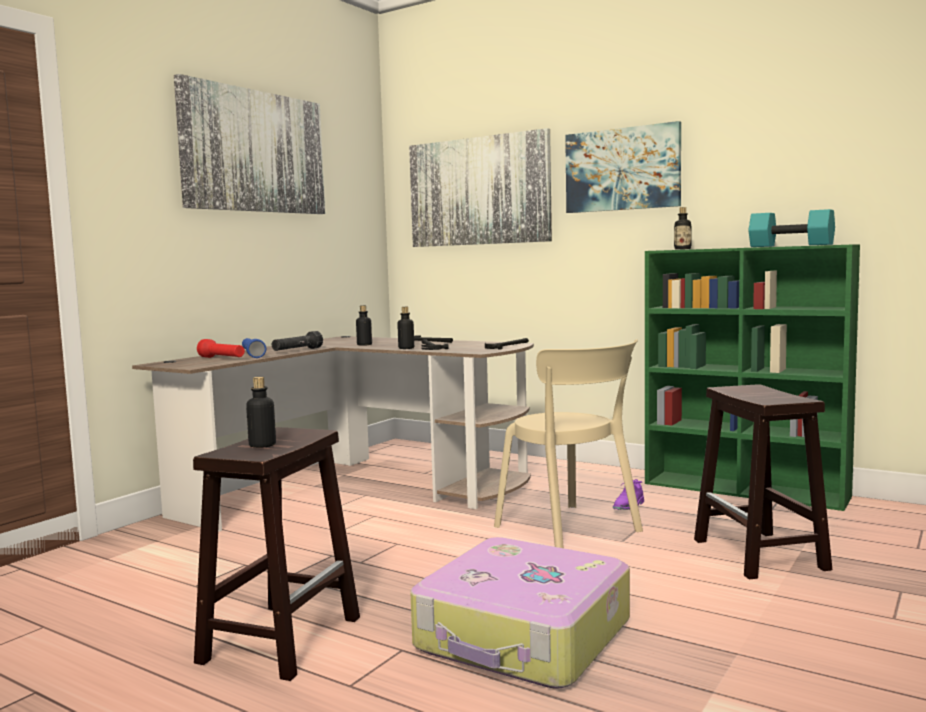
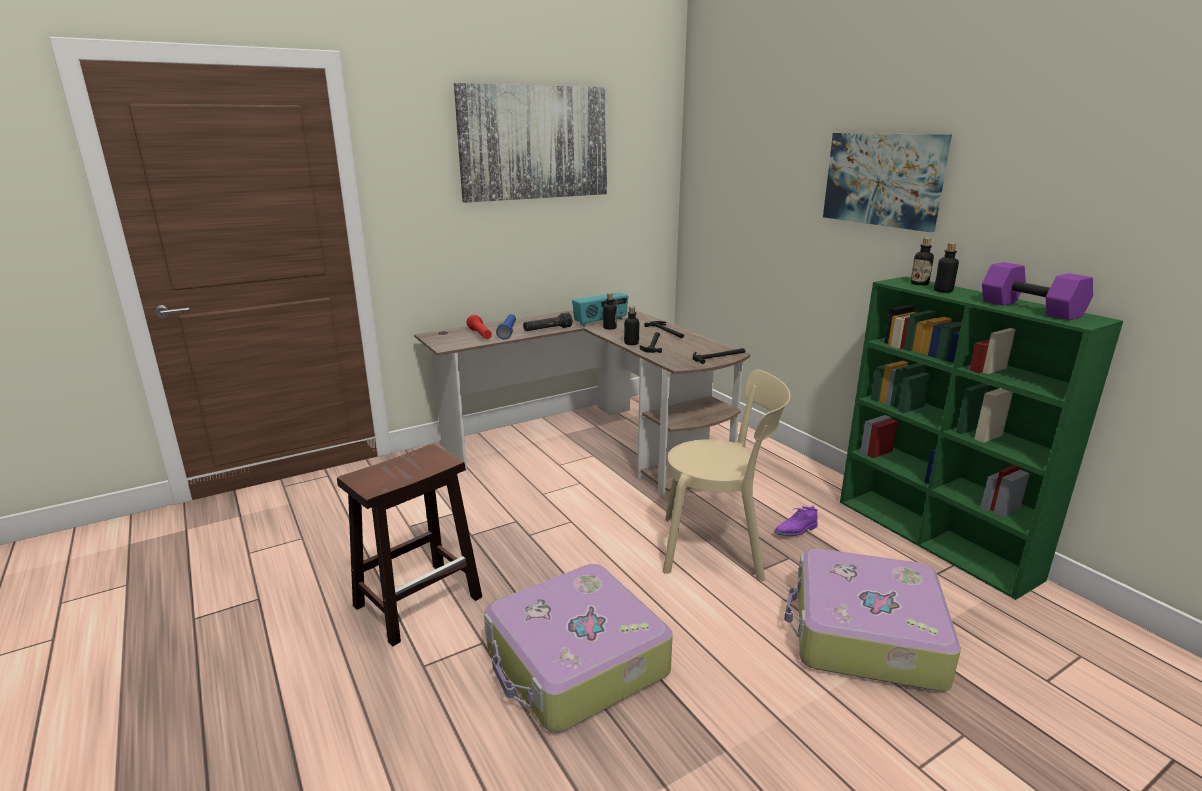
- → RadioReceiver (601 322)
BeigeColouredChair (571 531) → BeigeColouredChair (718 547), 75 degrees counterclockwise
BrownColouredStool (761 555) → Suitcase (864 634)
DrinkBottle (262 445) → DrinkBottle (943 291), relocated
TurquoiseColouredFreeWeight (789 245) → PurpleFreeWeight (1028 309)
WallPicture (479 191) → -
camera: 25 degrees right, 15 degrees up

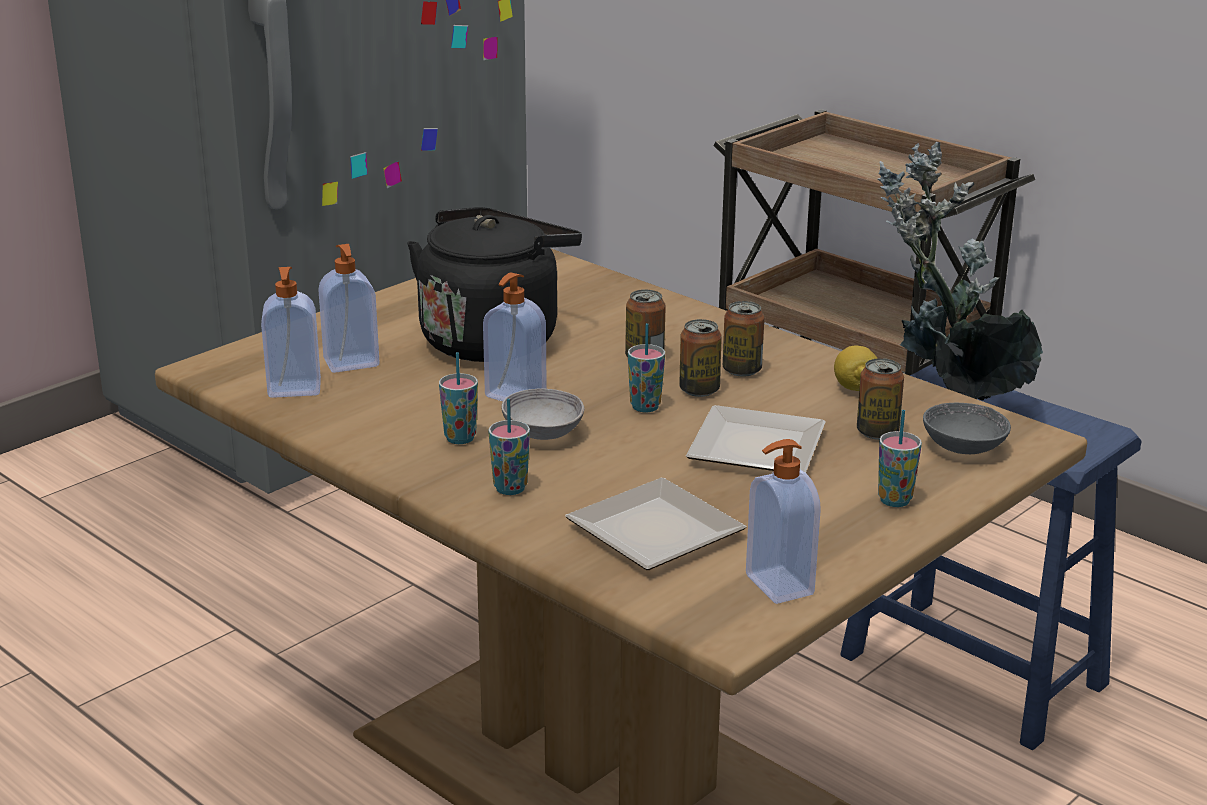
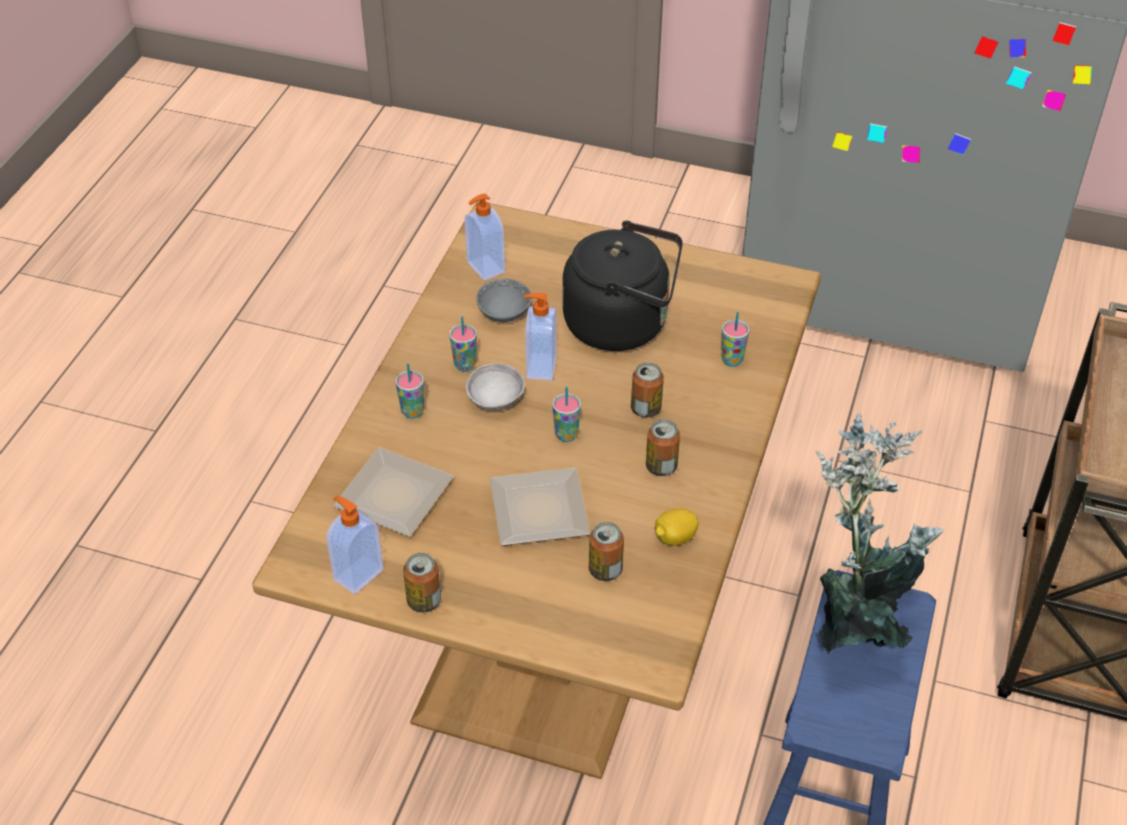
MetalCan (699 390) → MetalCan (424 601), relocated
GrayDeepDish (963 447) → GrayDeepDish (504 312), relocated
DrinkingCup (894 500) → DrinkingCup (732 360), relocated
LiquidSoapBottle (352 364) → -
camera: 65 degrees right, 20 degrees up

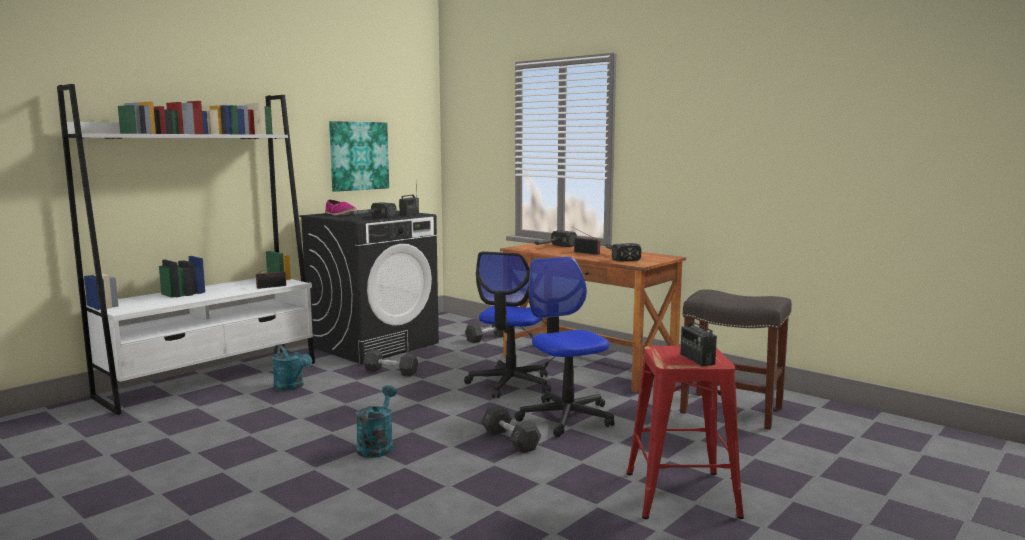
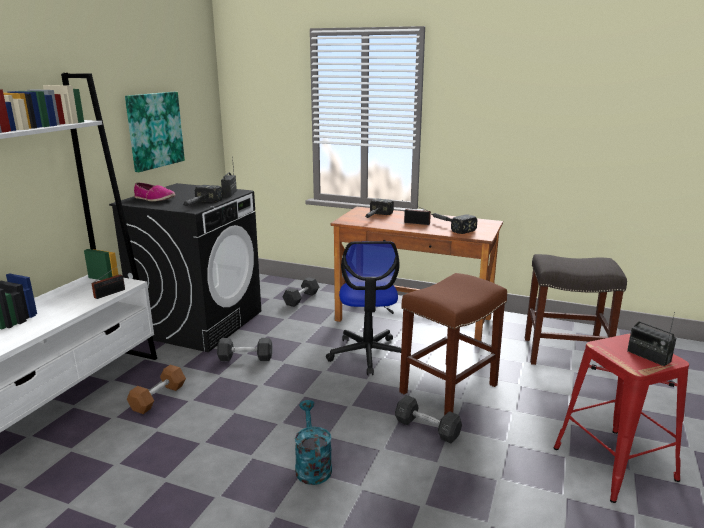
TurquoiseColouredSprinklingCan (292 387) → BrownColouredFreeWeight (158 398)
ComputerChair (566 417) → BrownColouredStool (449 388)
camera: 20 degrees left, 10 degrees up

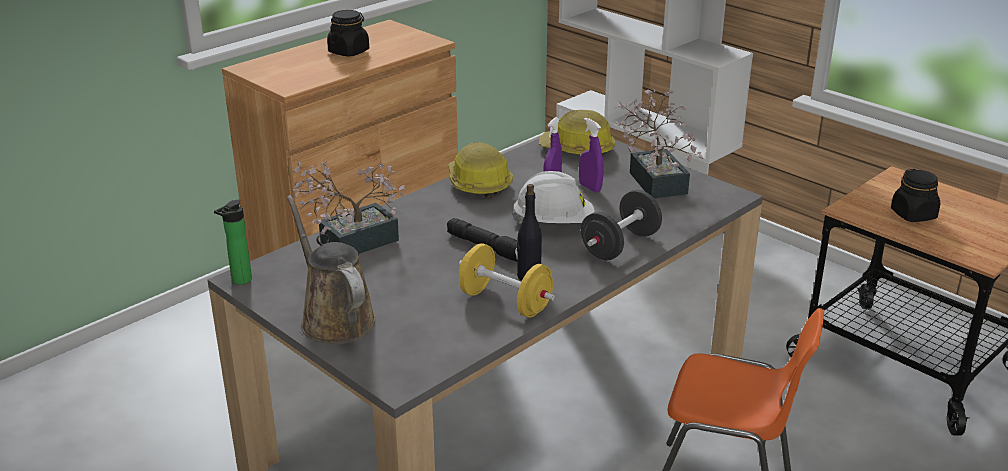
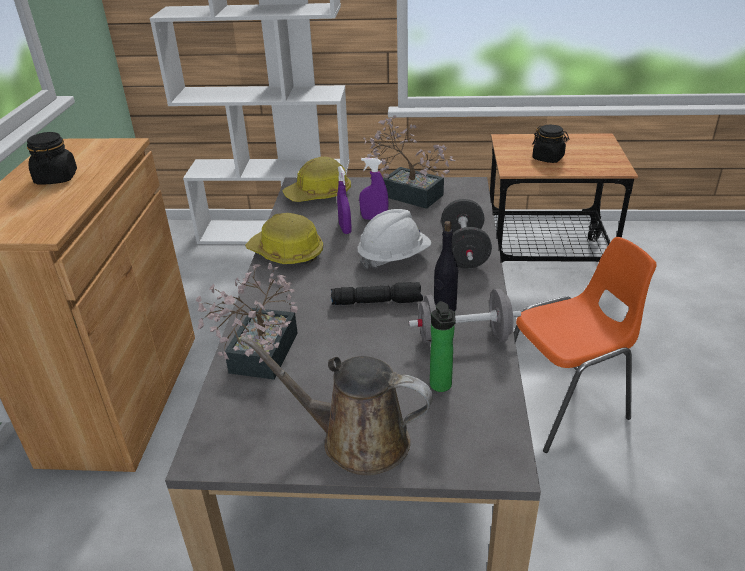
YellowColouredFreeWeight (505 302) → GrayFreeWeight (463 339)
DrinkBottle (239 281) → DrinkBottle (441 387), relocated
camera: 40 degrees left, 5 degrees up

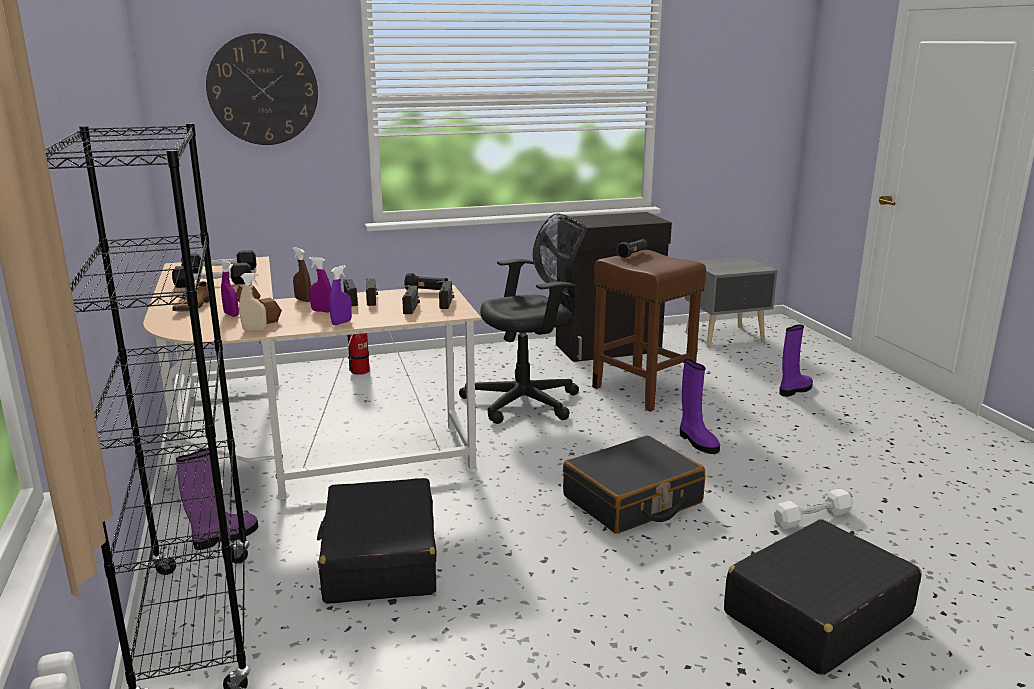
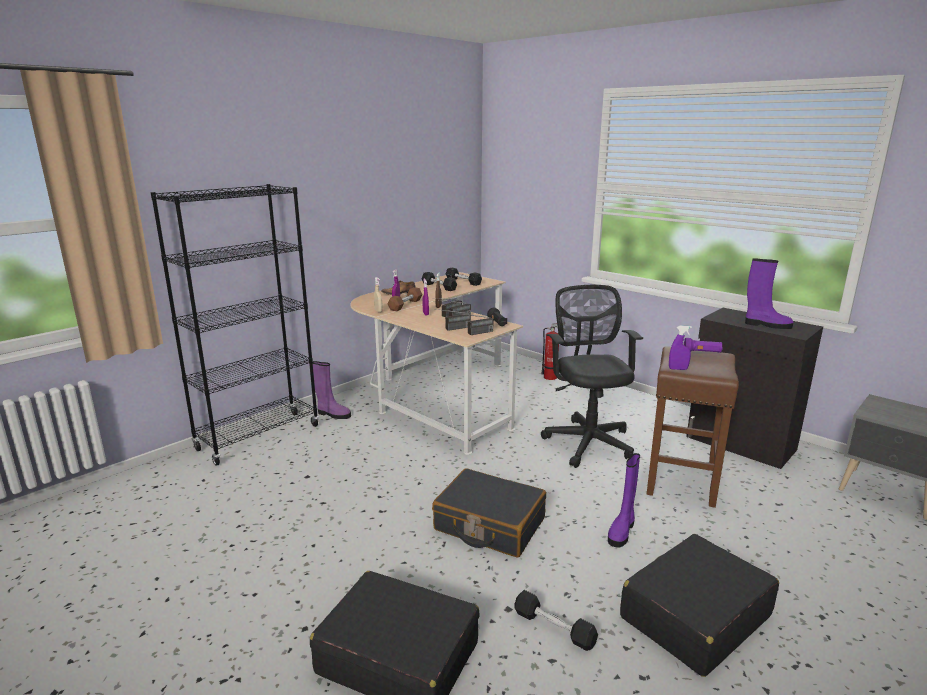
WhitishFreeWeight (812 518) → BlackColouredFreeWeight (554 628)
BlackColouredComputerChair (528 402) → BlackColouredComputerChair (588 441), 135 degrees counterclockwise
BlackColouredSuitcase (380 559) → BlackColouredSuitcase (694 616), relocated
PurpleSprayBottle (341 322) → PurpleSprayBottle (678 369), relocated
BlackColouredTorch (632 254) → PurpleTorch (702 353)
PurpleBoot (794 390) → PurpleBoot (766 325), relocated
ClockOnTheWall (263 90) → -
camera: 60 degrees right, 0 degrees up

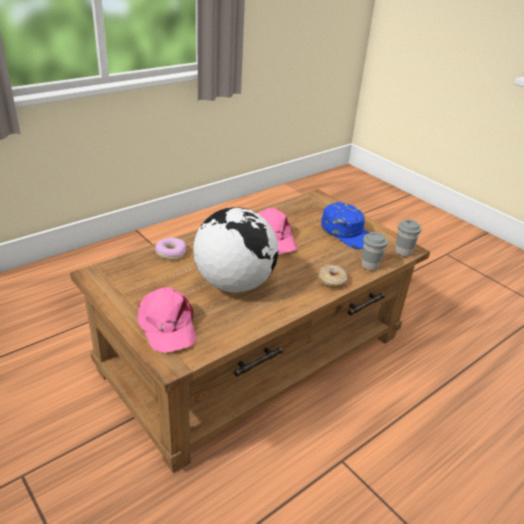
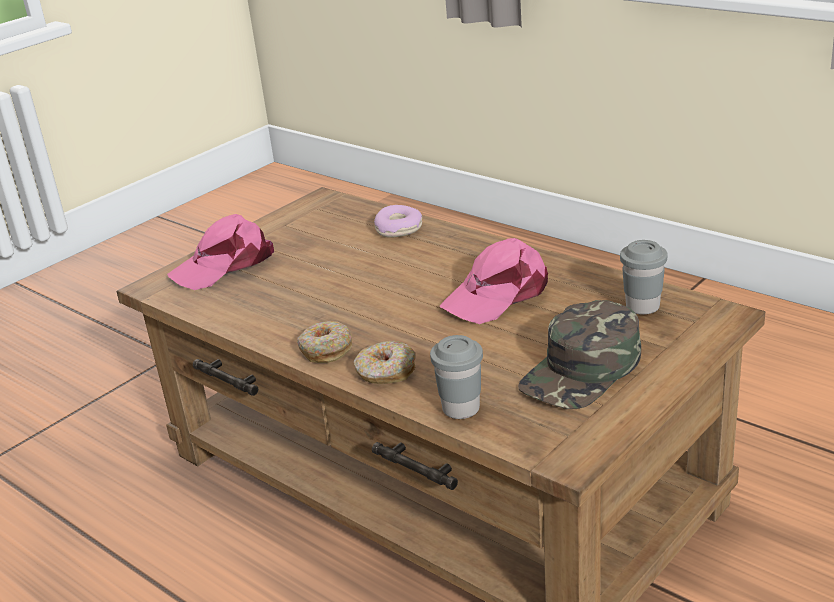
- → Donut (326 350)
BlueColouredPeakedCap (348 232) → GreenColouredPeakedCap (583 370)
GrayDrinkingCup (403 252) → GrayDrinkingCup (642 307), relocated
Globe (234 284) → -
camera: 85 degrees right, 5 degrees down

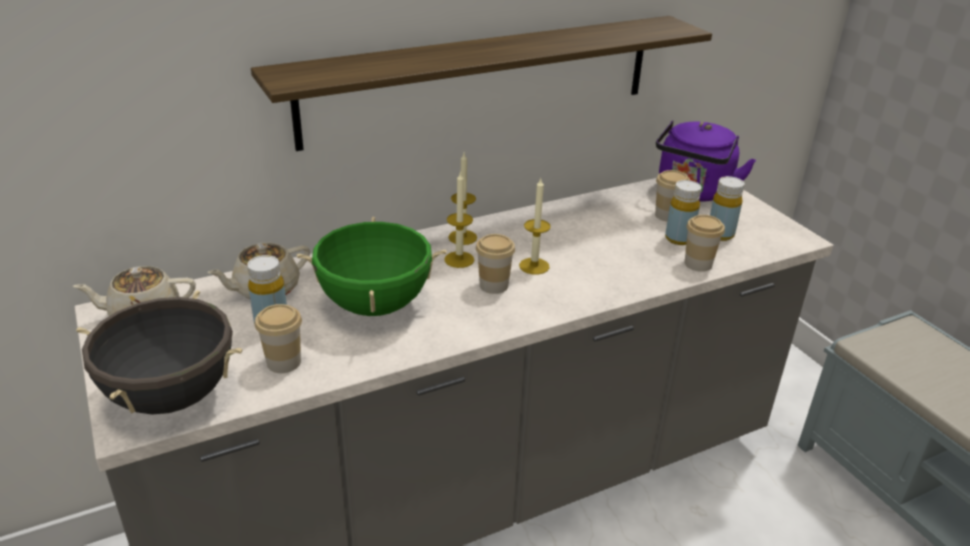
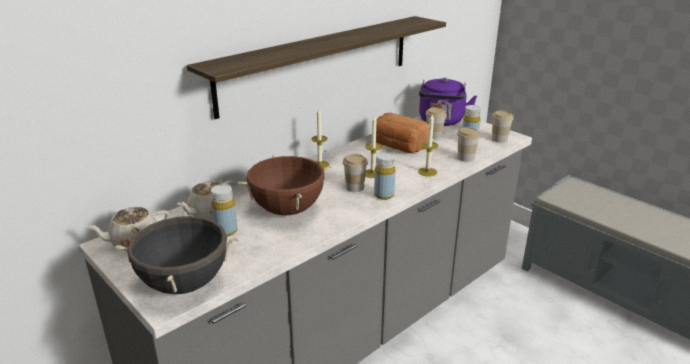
GreenColouredStockpot (375 305) → BrownColouredStockpot (288 210)
YellowColouredDrinkBottle (678 239) → YellowColouredDrinkBottle (384 195), relocated
- → BakeryBread (398 146)
WaxCandle (459 259) → WaxCandle (427 172), relocated
DrinkingCup (284 362) → DrinkingCup (499 139), relocated
camera: 15 degrees left, 5 degrees down

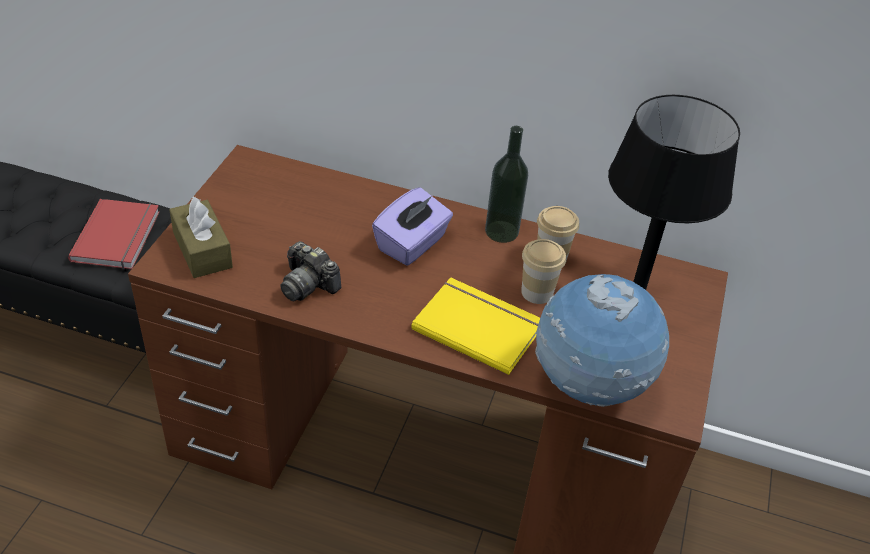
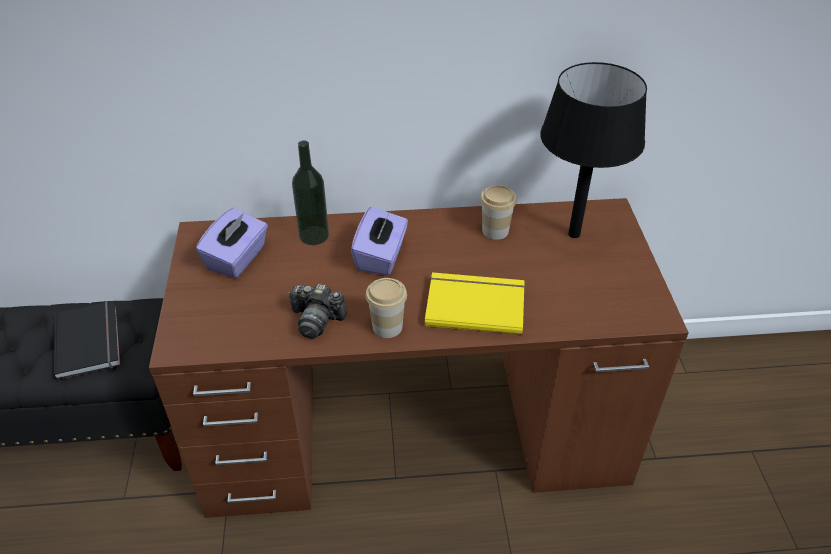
RedVolume (119 236) → BlackColouredVolume (91 341)
- → PurpleTissueBox (237 259)
DrinkBottle (501 231) → DrinkBottle (314 235), relocated
DrinkingCup (537 292) → DrinkingCup (387 327), relocated
BrownColouredTissueBox (202 250) → -
Globe (589 386) → -
camera: 20 degrees left, 0 degrees up

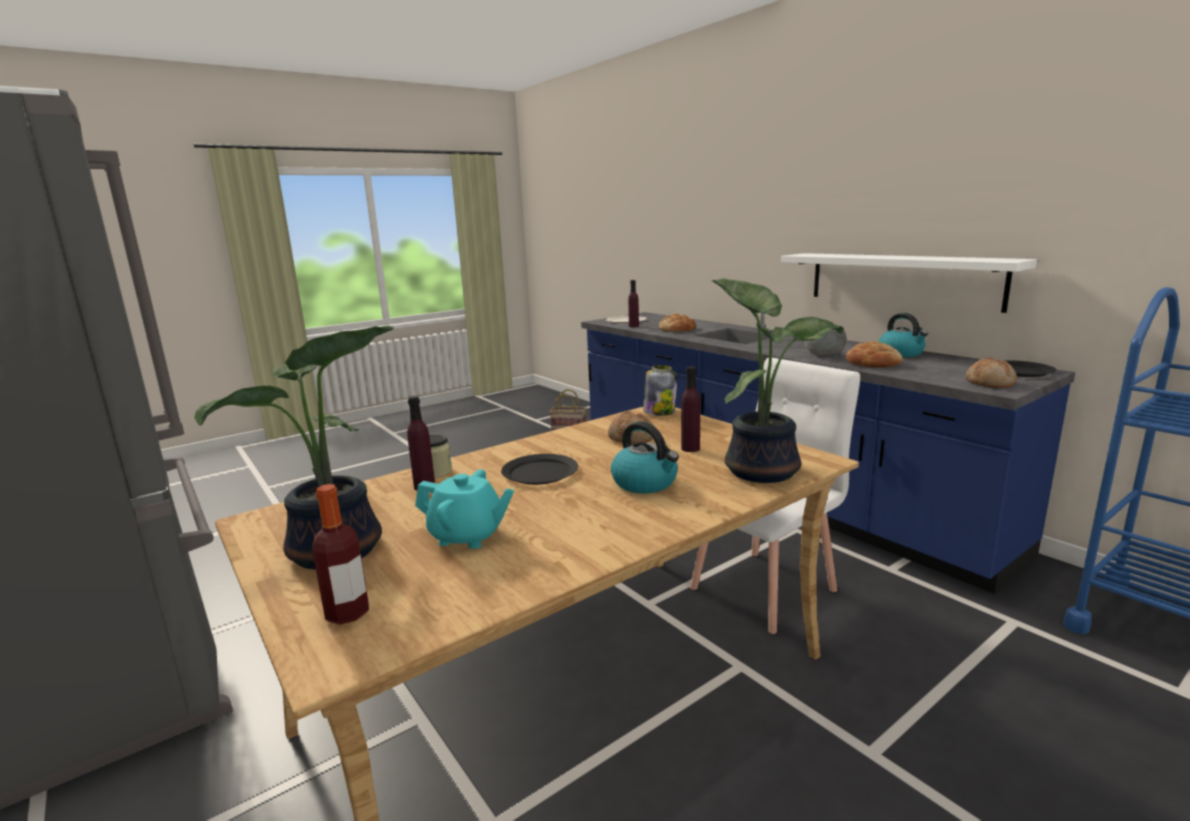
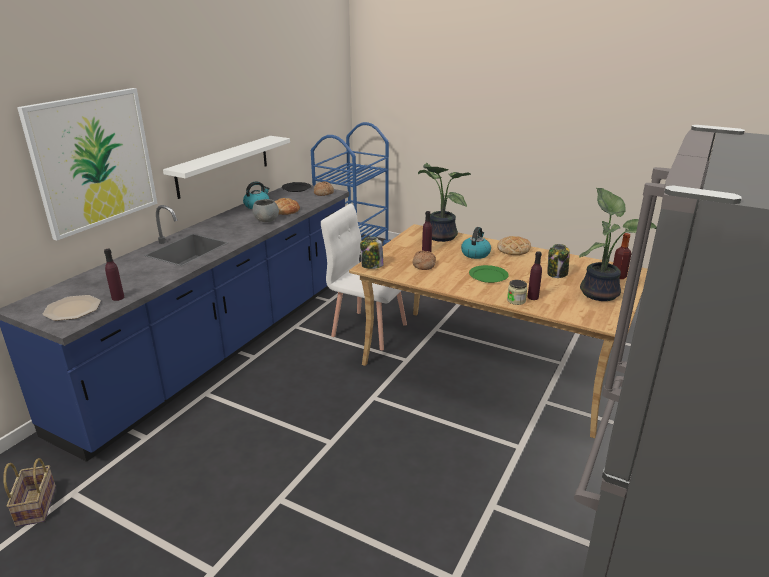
- → WallPicture (94 161)
BlackColouredDinnerPlate (540 473) → GreenColouredDinnerPlate (488 276)
BakeryBread (677 329) → BakeryBread (513 249), relocated
TurquoiseColouredPotForTea (467 536) → Jar (557 274)
camera: 115 degrees left, 10 degrees up

